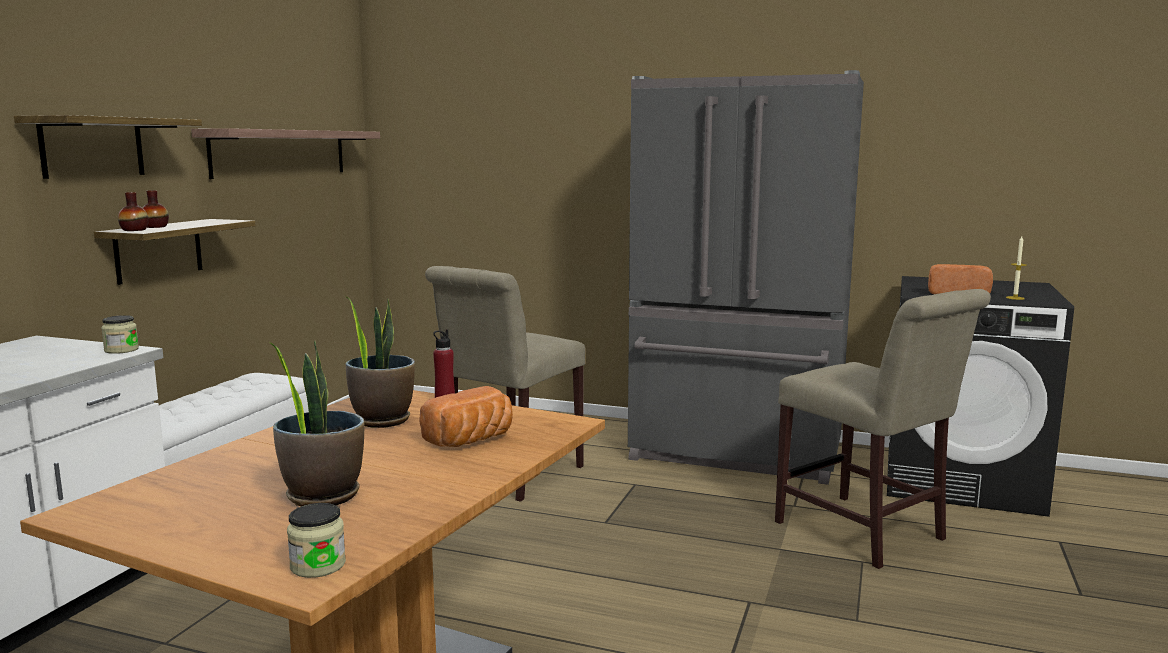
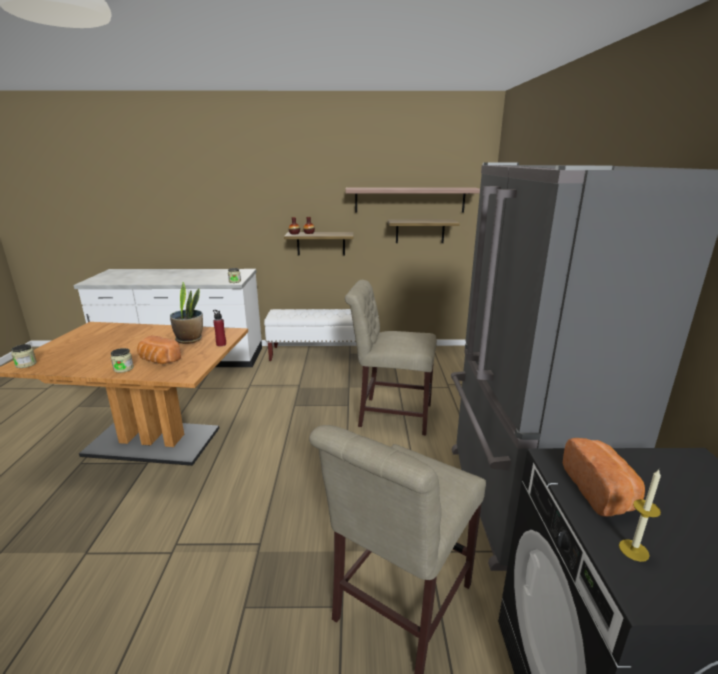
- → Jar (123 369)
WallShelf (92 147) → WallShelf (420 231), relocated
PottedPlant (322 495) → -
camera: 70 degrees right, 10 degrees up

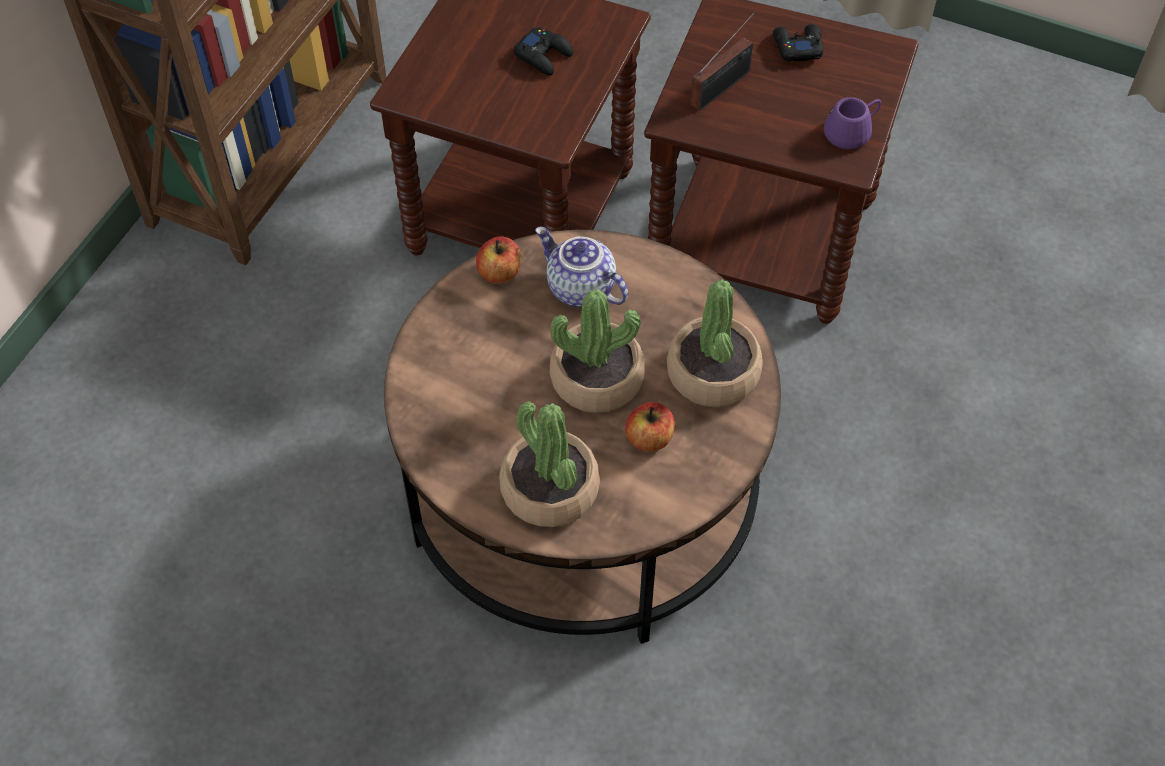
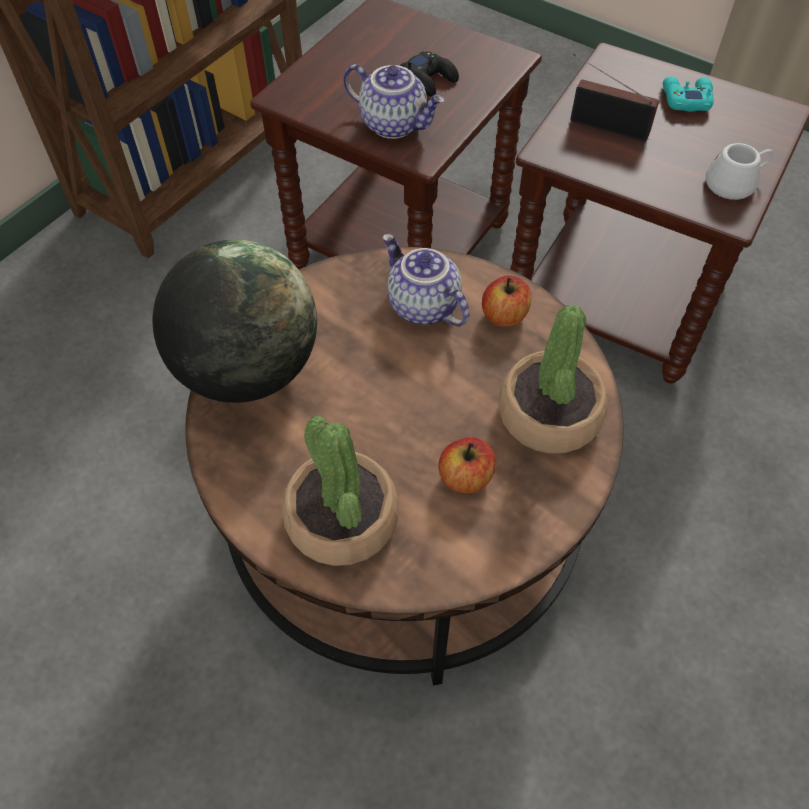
- → Globe (248 371)
- → PotForTea (394 124)
WholeApple (500 273) → WholeApple (504 315), relocated
RadioReceiver (723 86) → RadioReceiver (605 126), 120 degrees counterclockwise
BlackColouredGamepad (797 47) → TurquoiseColouredGamepad (685 99)
PurpleMug (852 131) → WhitishMug (735 183)
PottedPlant (597 378) → -
camera: 10 degrees right, 0 degrees up

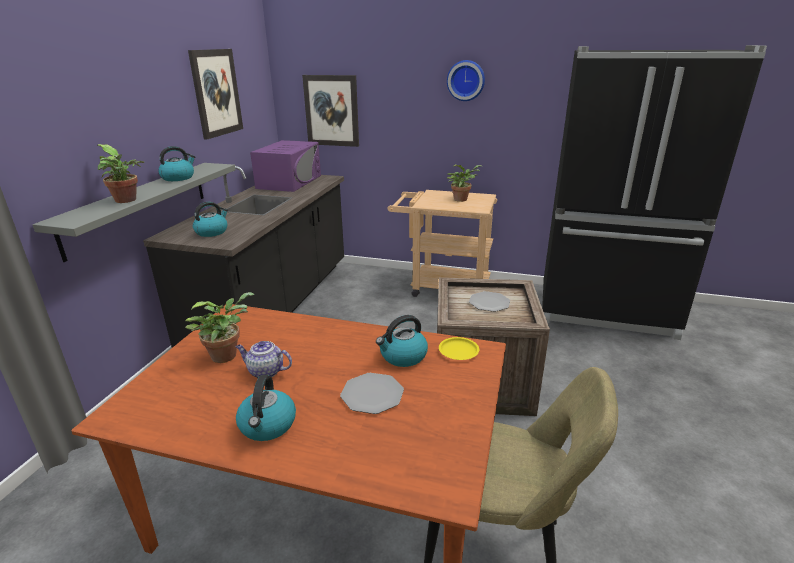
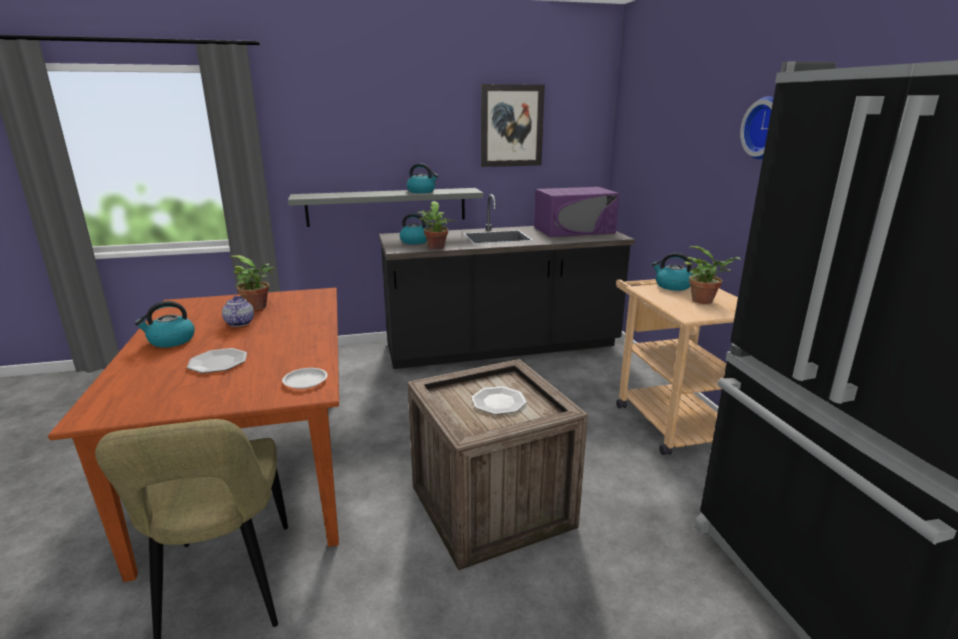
YellowColouredDinnerPlate (459 351) → WhitishDinnerPlate (305 381)
PottedPlant (127 200) → PottedPlant (436 248), relocated
TeaKettle (403 356) → TeaKettle (672 286), relocated
WallPicture (331 111) → -
camera: 60 degrees right, 5 degrees down

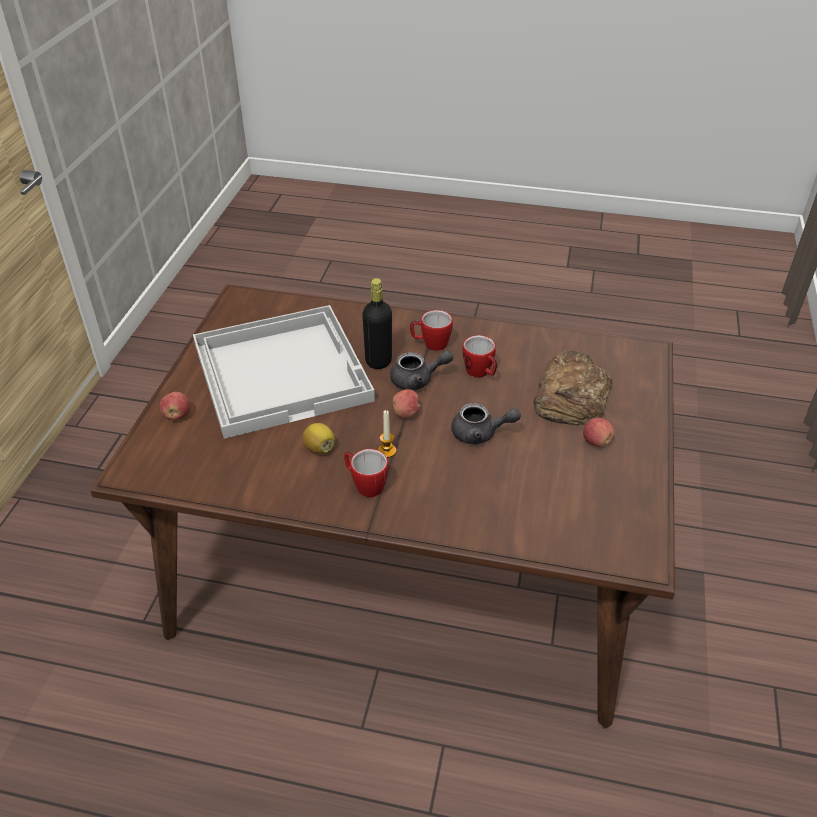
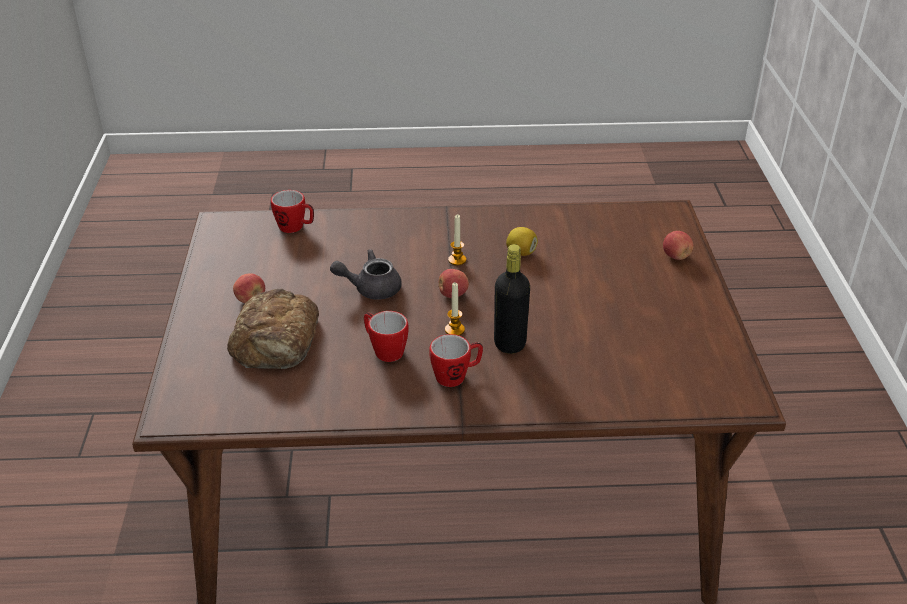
Mug (365 485) → Mug (295 227), relocated
GrayPotForTea (418 380) → WaxCandle (454 330)
WhitishCarryingTray (282 371) → -
camera: 165 degrees right, 5 degrees down

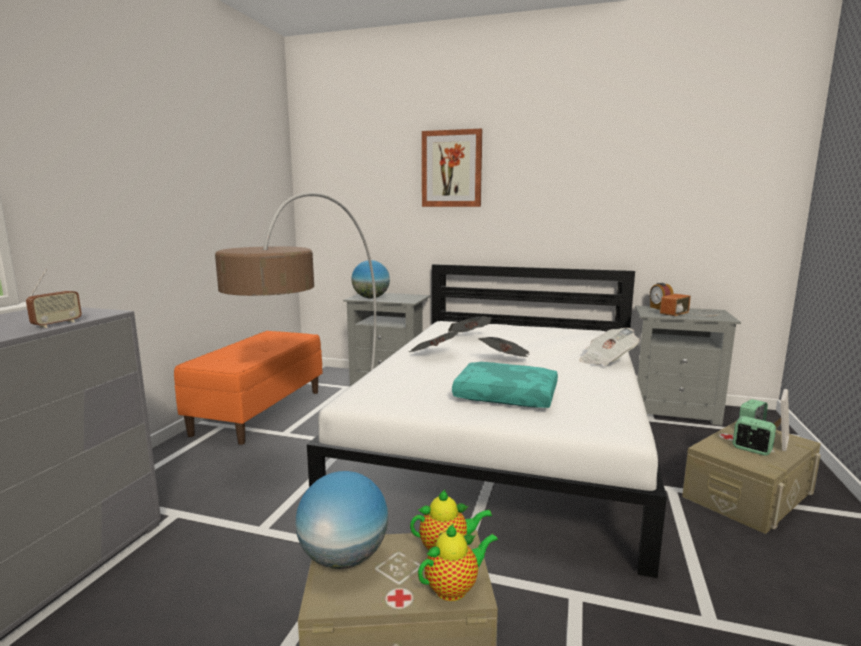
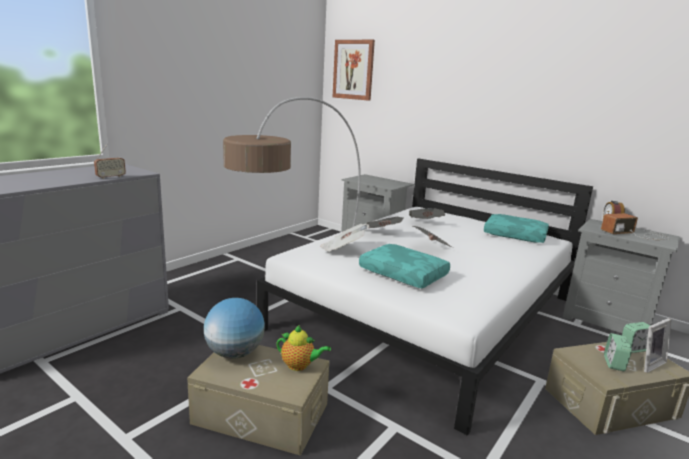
PrintedPaper (606 361) → PrintedPaper (343 249), relocated
WallPicture (451 169) → WallPicture (353 70), relocated
- → TurquoiseColouredThrowPillow (515 235)
BedsideClock (751 449) → BedsideClock (614 364), 135 degrees counterclockwise
OrangeBench (259 411) → -
Globe (371 298) → -
PotForTea (454 588) → -
camera: 20 degrees right, 5 degrees up

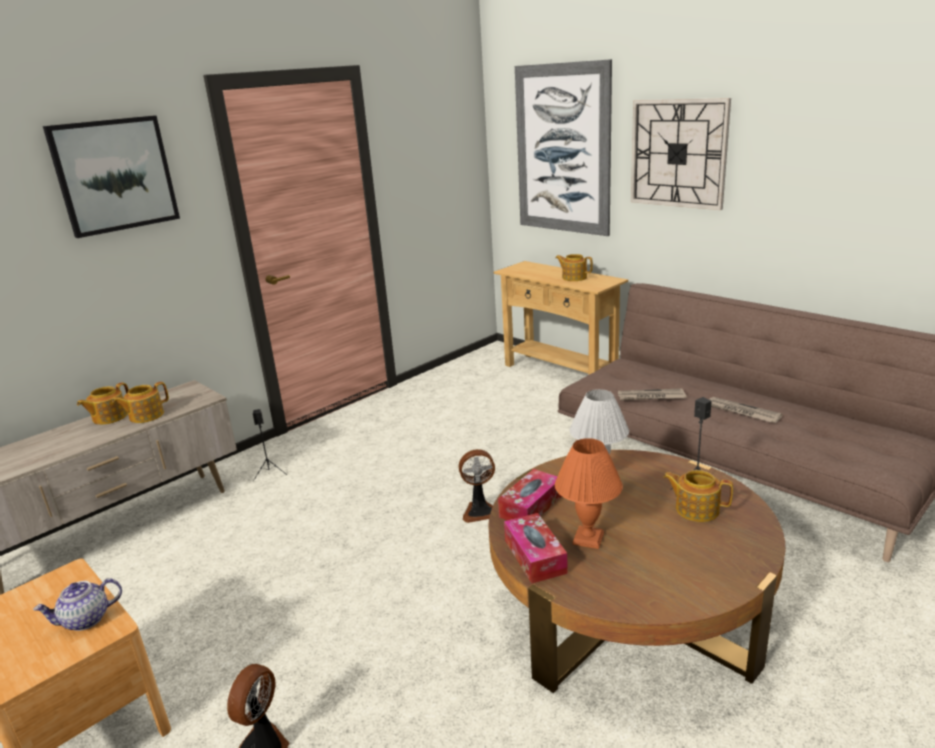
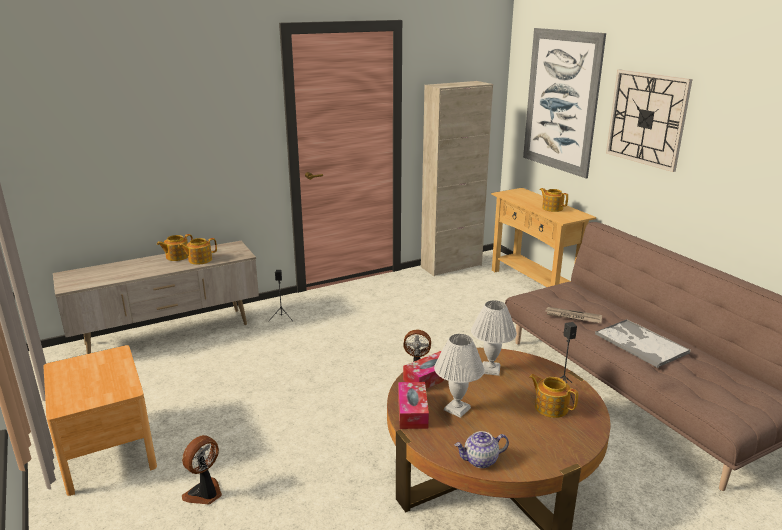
- → BeigeColouredStorageCabinet (451 266)
OrangeTableLamp (588 538) → WhitishTableLamp (457 408)
PotForTea (85 620) → PotForTea (480 460), relocated
PrintedPaper (741 412) → CarryingTray (640 343)
WallPicture (114 175) → -
camera: 15 degrees right, 0 degrees up

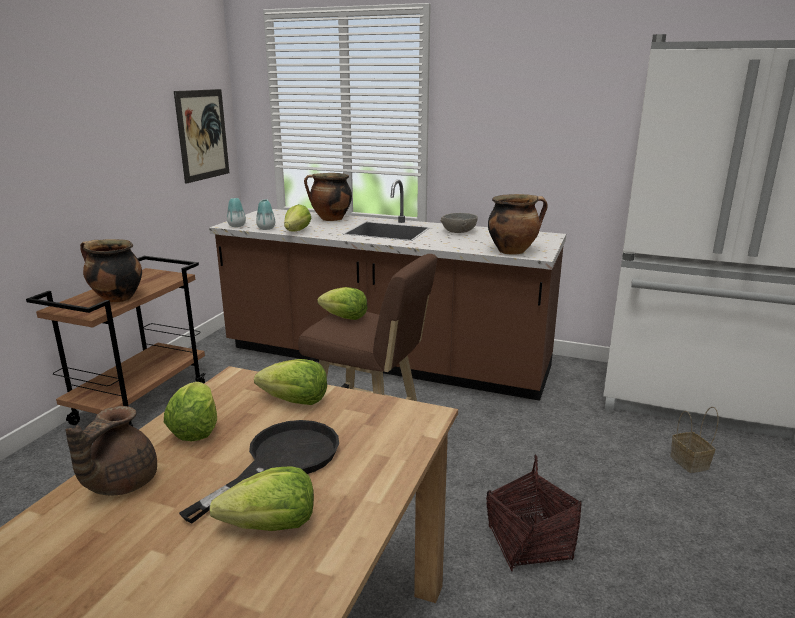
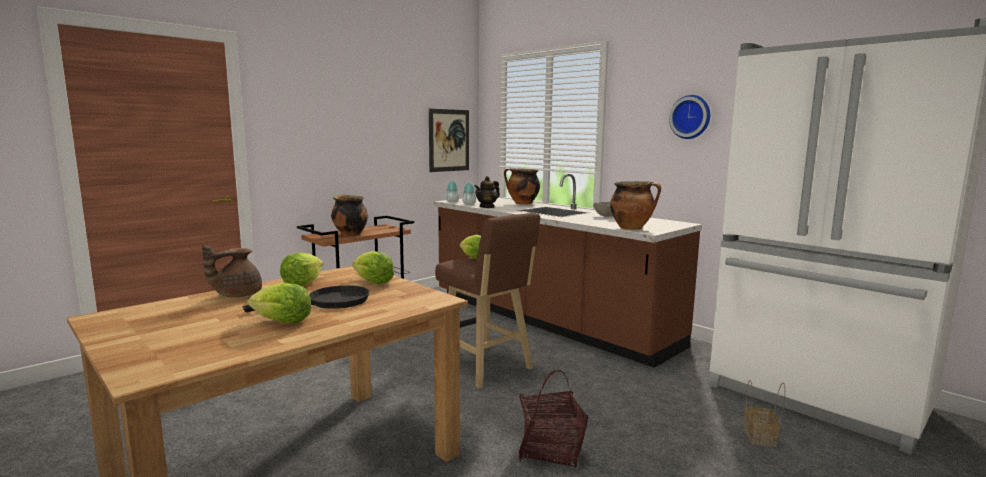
HeadOfLettuce (297 231) → PotForTea (487 207)
- → ClockOnTheWall (691 117)
camera: 25 degrees right, 10 degrees down

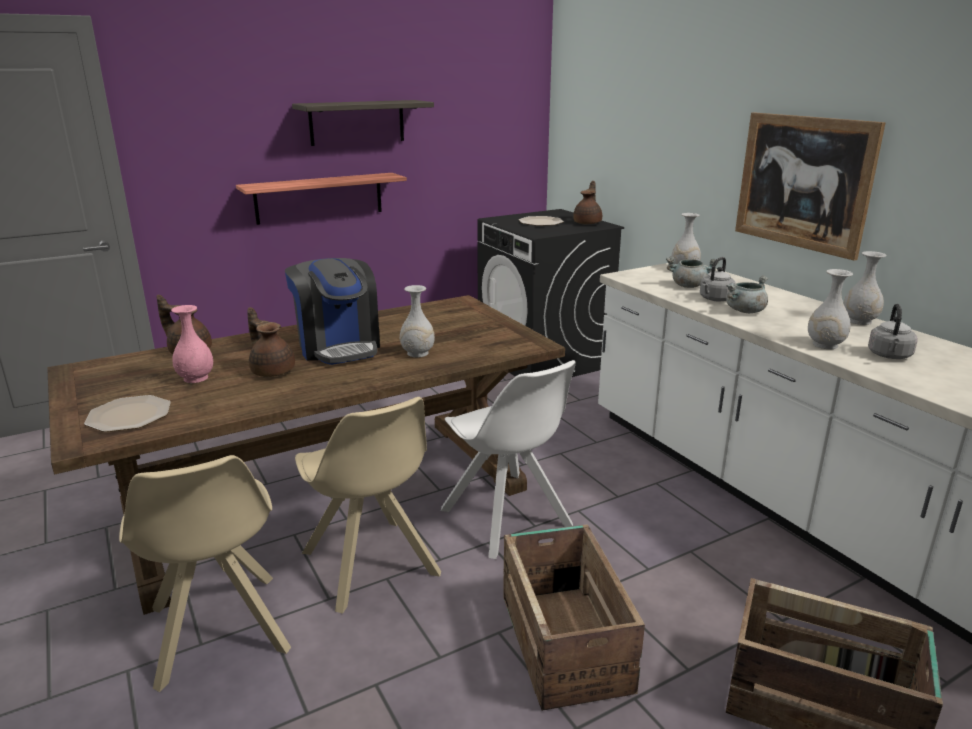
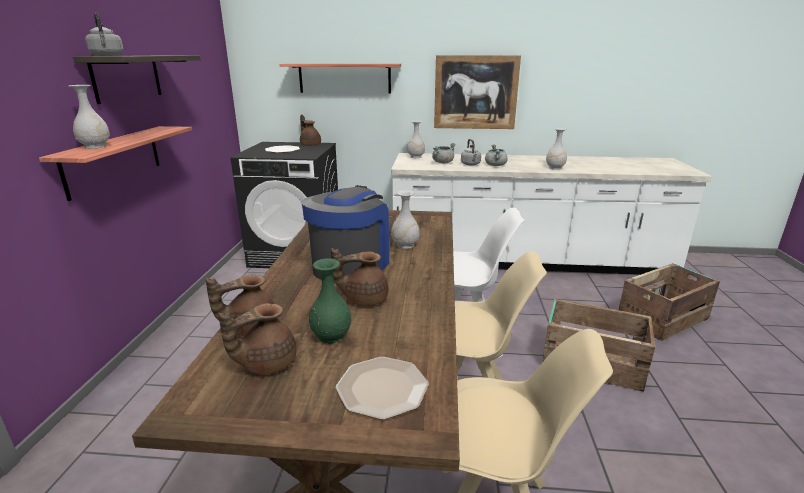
WhitishVase (859 321) → WhitishVase (95 146), relocated
GrayTeaKettle (889 356) → GrayTeaKettle (107 55), relocated
- → BrownColouredPotForTea (266 363)
- → WallShelf (344 78)
CoffeeMachine (338 347) → CoffeeMachine (351 265), 75 degrees counterclockwise
PinkVase (196 378) → GreenColouredVase (331 336)
camera: 55 degrees left, 0 degrees up

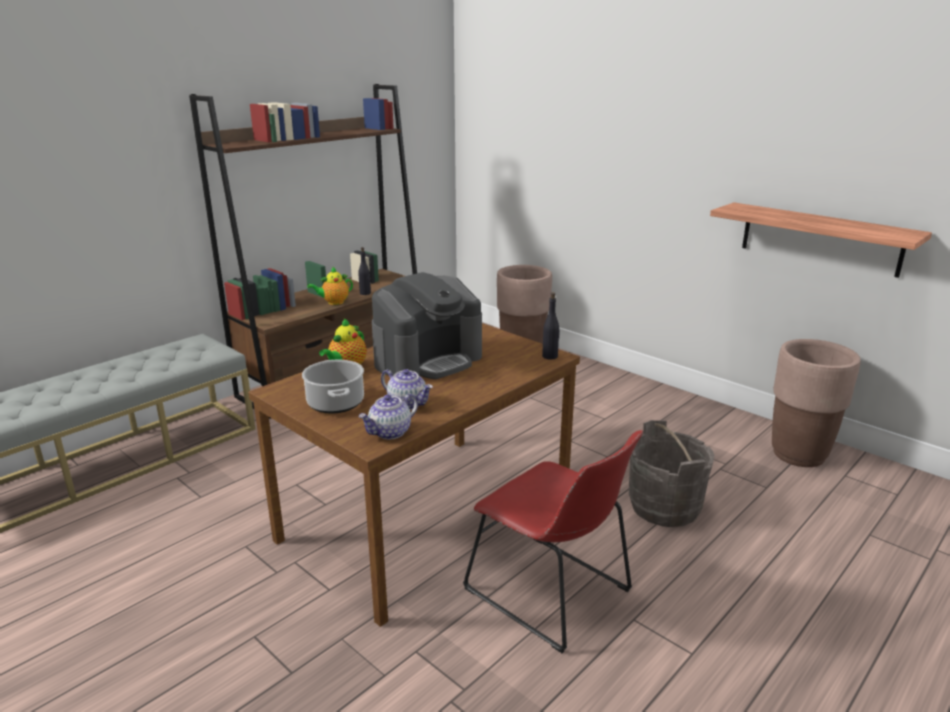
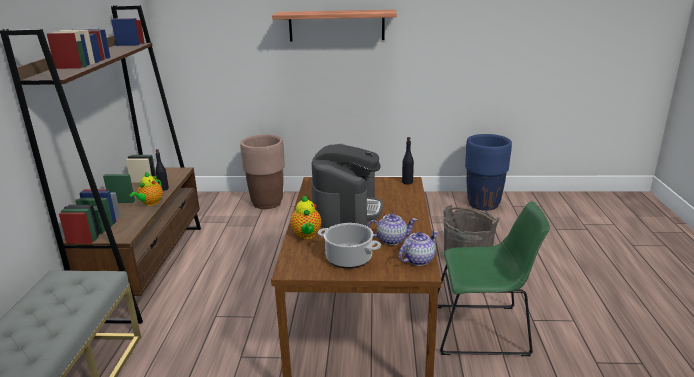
WallShelf (820 239) → WallShelf (336 25), relocated
PotForTea (390 432) → PotForTea (418 260), 135 degrees counterclockwise
RedChair (552 593) → GreenColouredChair (484 330)
BrownColouredPlantPot (798 455) → BlueColouredPlantPot (483 204)
camera: 40 degrees left, 0 degrees up

